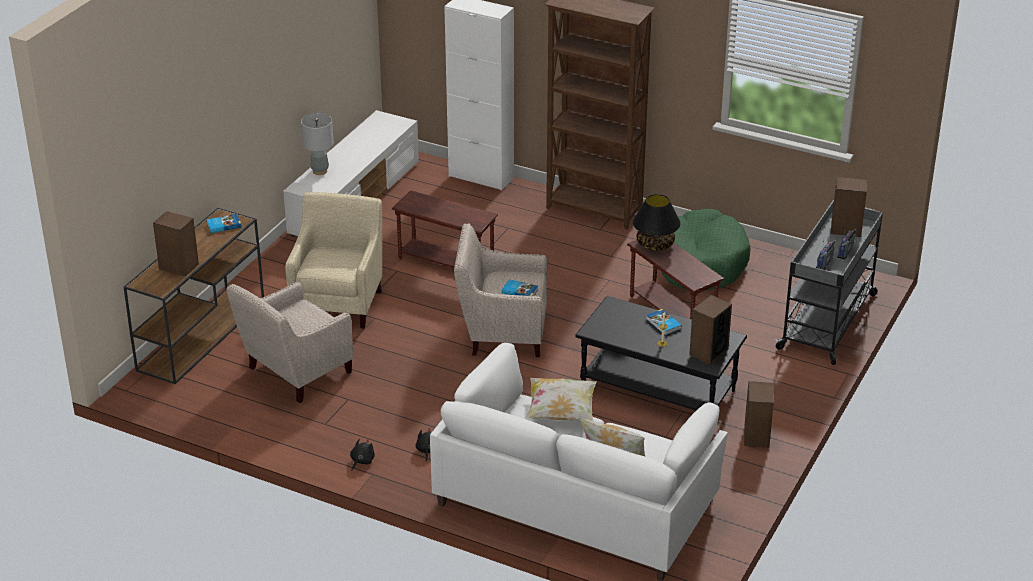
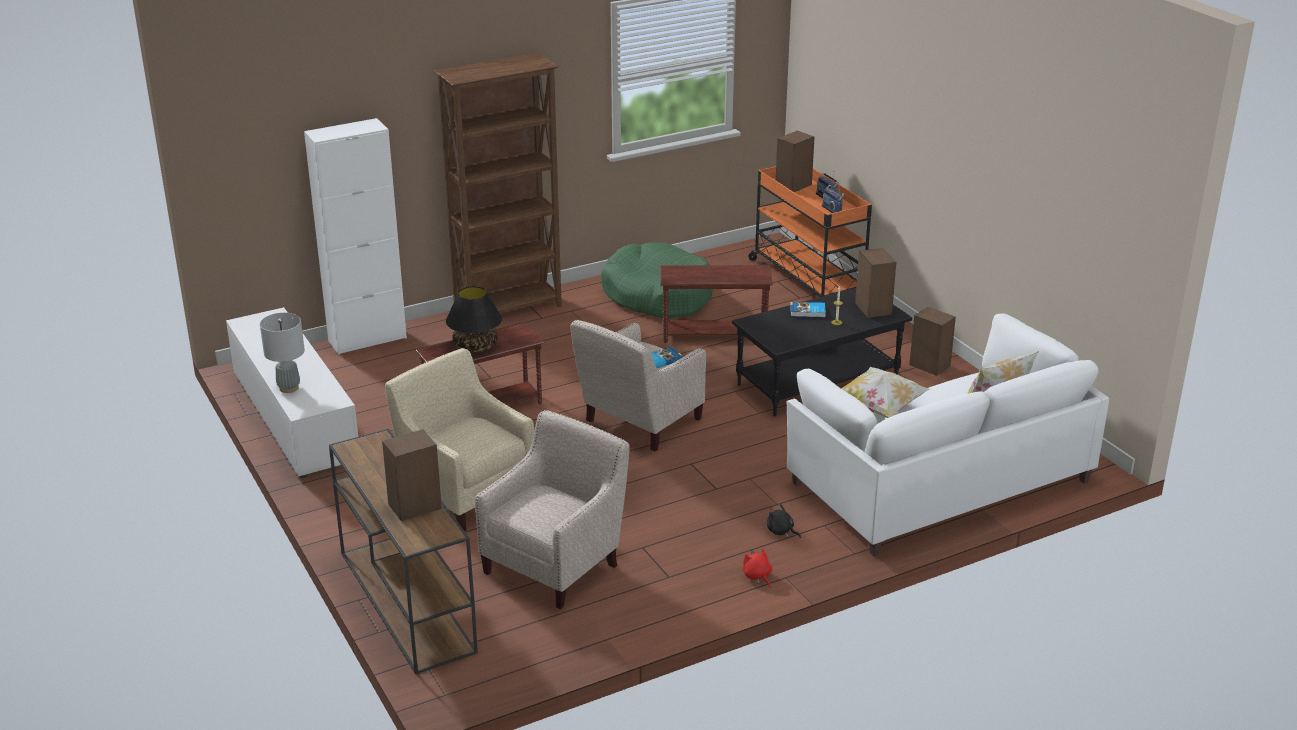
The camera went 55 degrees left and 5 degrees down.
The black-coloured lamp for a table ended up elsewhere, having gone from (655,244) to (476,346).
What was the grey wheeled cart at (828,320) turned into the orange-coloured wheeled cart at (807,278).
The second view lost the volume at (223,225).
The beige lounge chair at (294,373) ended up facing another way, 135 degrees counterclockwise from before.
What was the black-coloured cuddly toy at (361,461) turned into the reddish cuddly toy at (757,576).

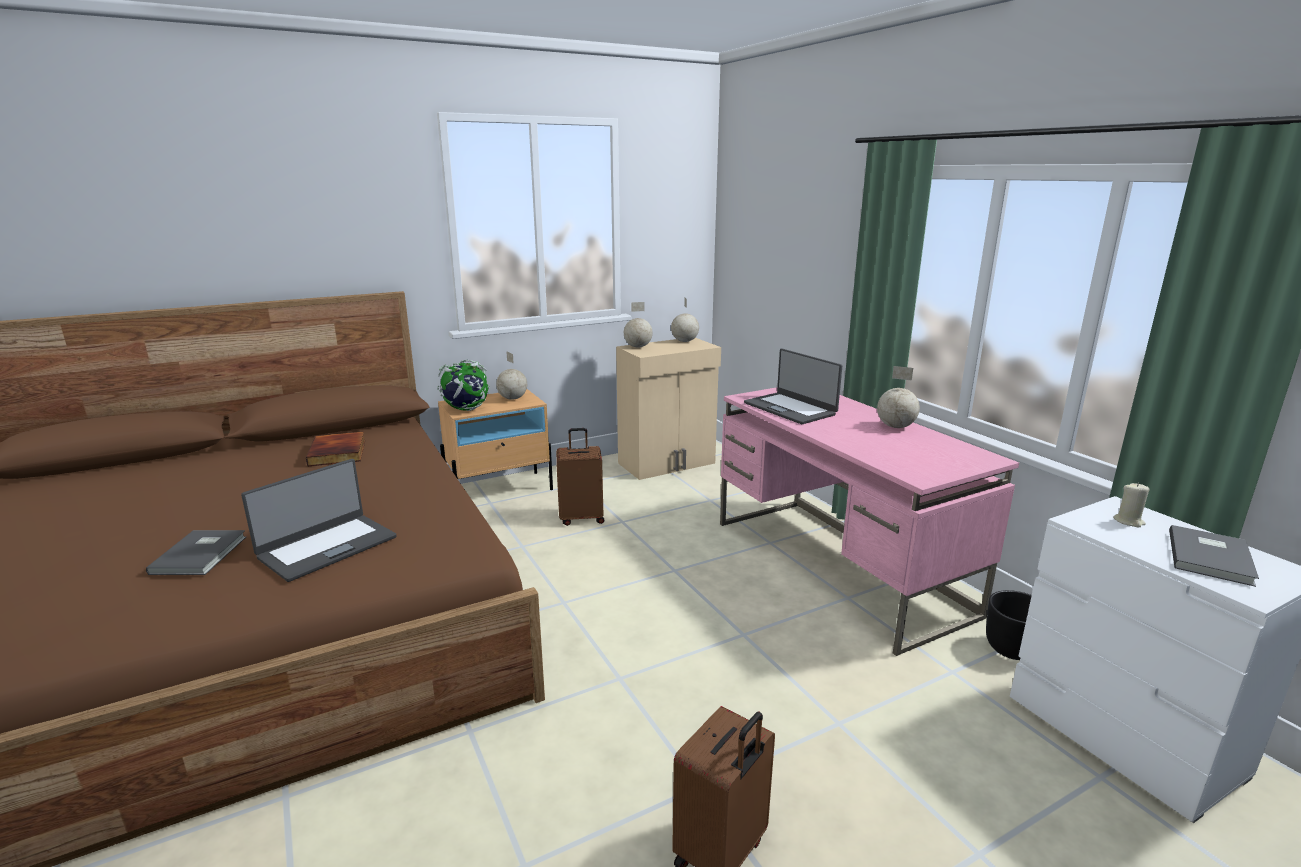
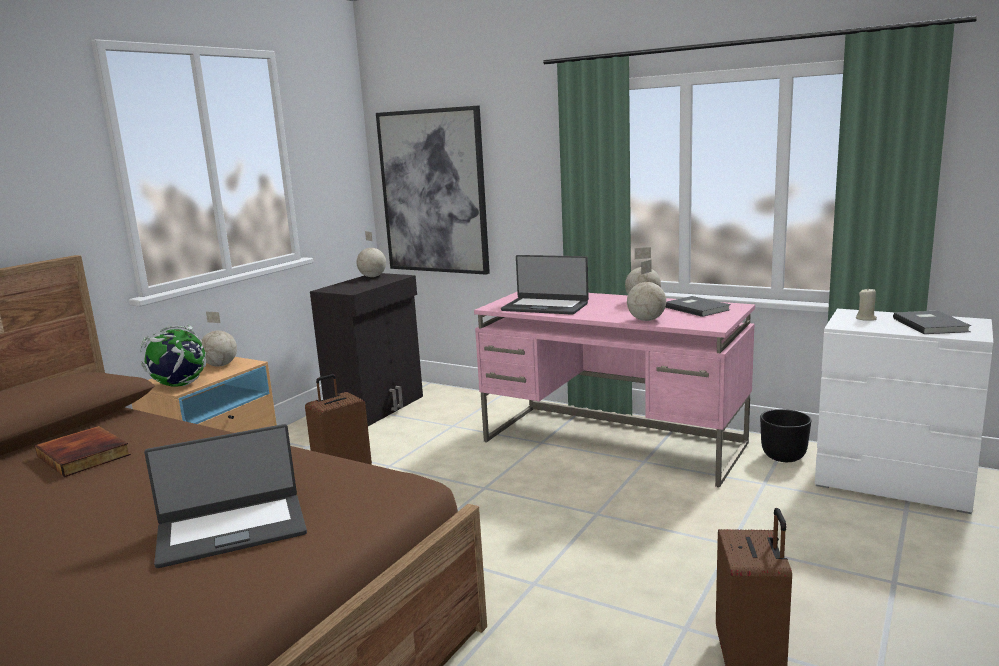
The camera went 30 degrees left and 5 degrees down.
The globe ended up elsewhere, having gone from (638,347) to (647,320).
What was the beige cupboard at (668,463) turned into the black-coloured cupboard at (377,408).
The notebook computer at (327,547) ended up facing another way, 60 degrees clockwise from before.
The grey volume ended up elsewhere, having gone from (202,554) to (697,308).
The second view gained the picture at (433,192).

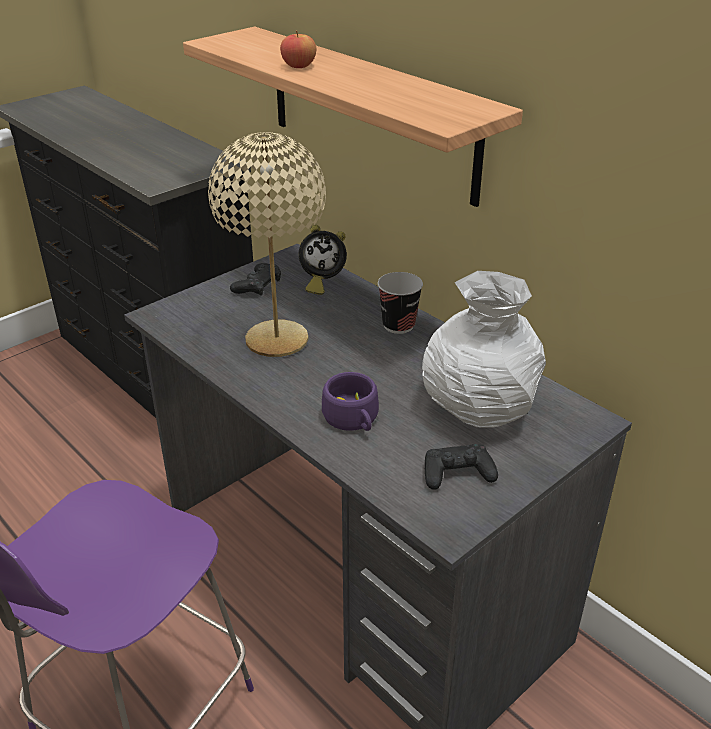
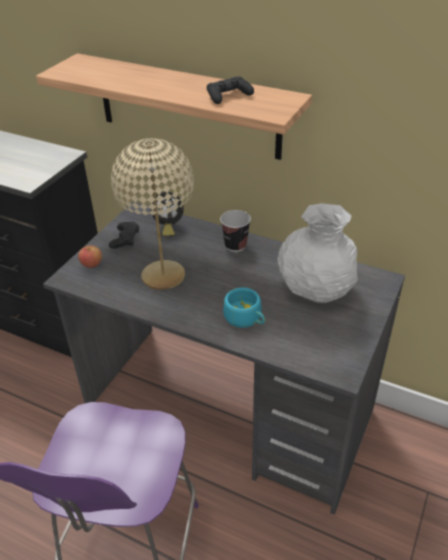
The camera went 20 degrees left and 5 degrees up.
The apple ended up elsewhere, having gone from (299,66) to (92,264).
What was the purplish cup at (353,420) turned into the blue-green cup at (246,318).
The black-coloured game controller ended up elsewhere, having gone from (457,473) to (228,96).

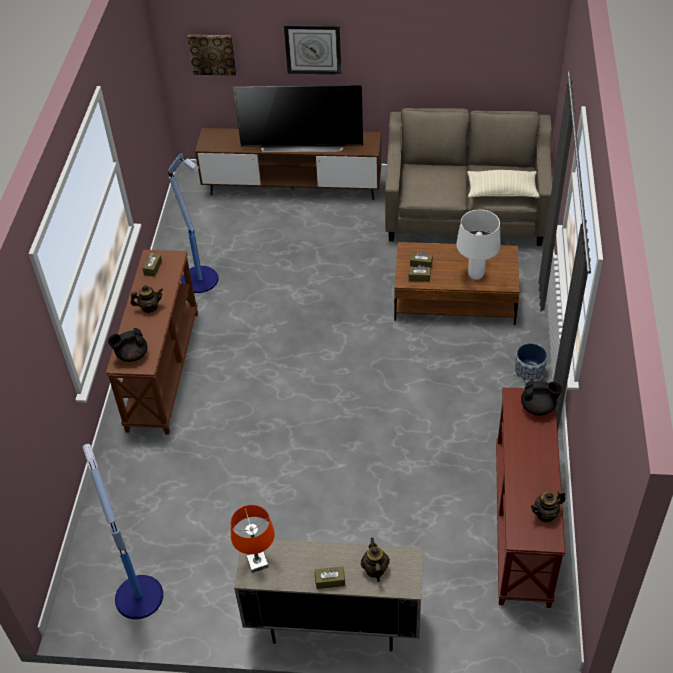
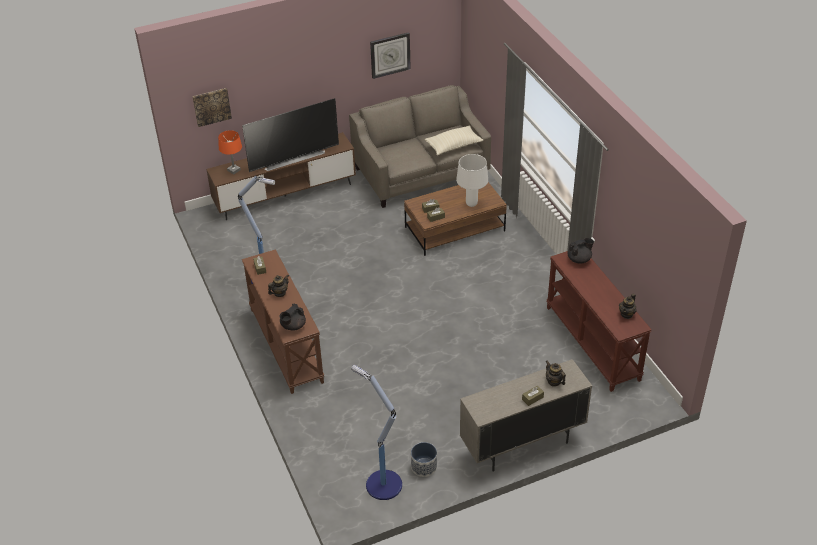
The camera went 30 degrees left and 5 degrees down.
The hanging clock ended up elsewhere, having gone from (313,48) to (390,55).
The planter ended up elsewhere, having gone from (529,372) to (424,467).
The orange-coloured lamp for a table ended up elsewhere, having gone from (257,563) to (234,170).

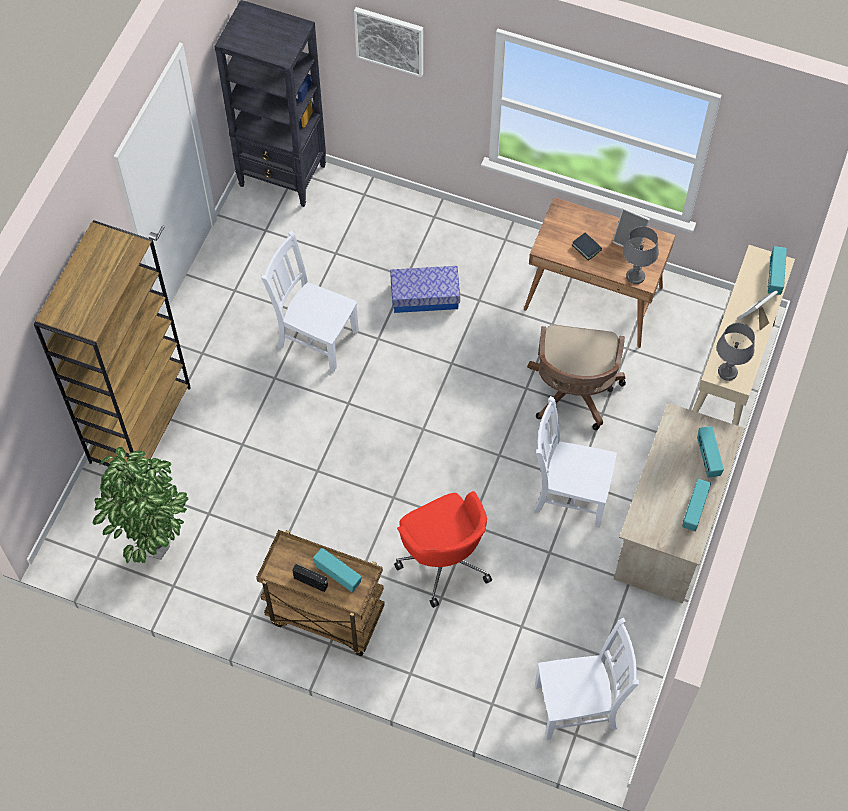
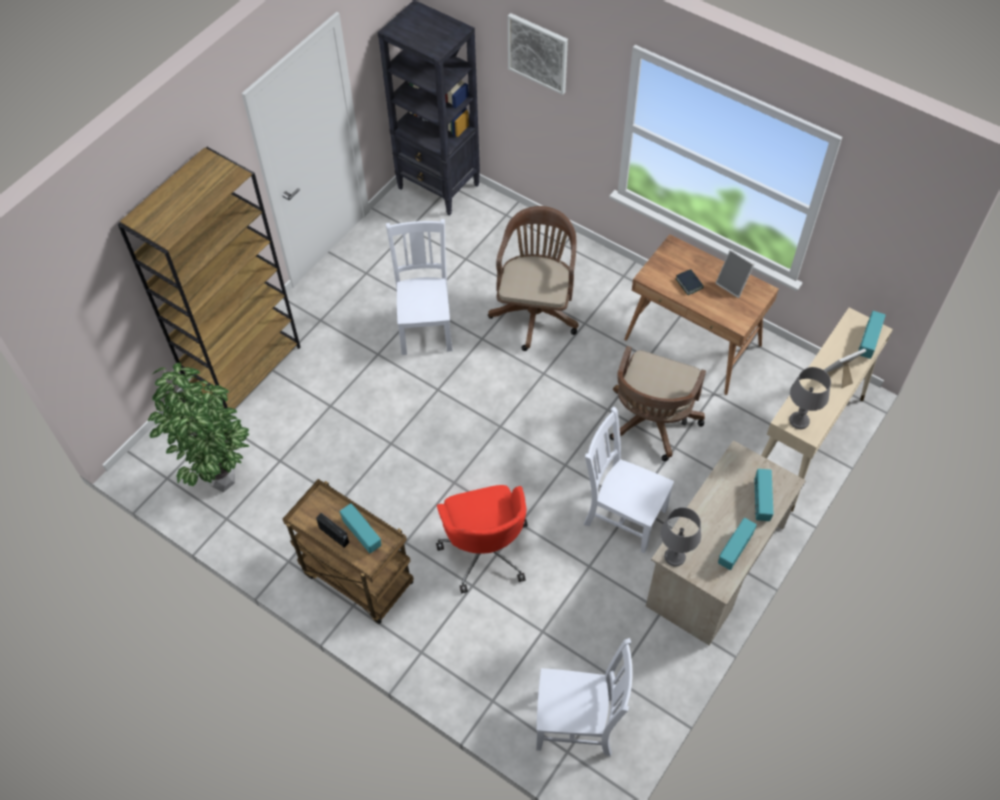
The camera went 15 degrees right and 5 degrees down.
The grey lamp for a table ended up elsewhere, having gone from (635,276) to (675,557).
The whitish upright chair at (315,337) ended up facing another way, 45 degrees clockwise from before.
Where the storage bin stood at (425,296), the brown computer chair came to stand at (536,310).

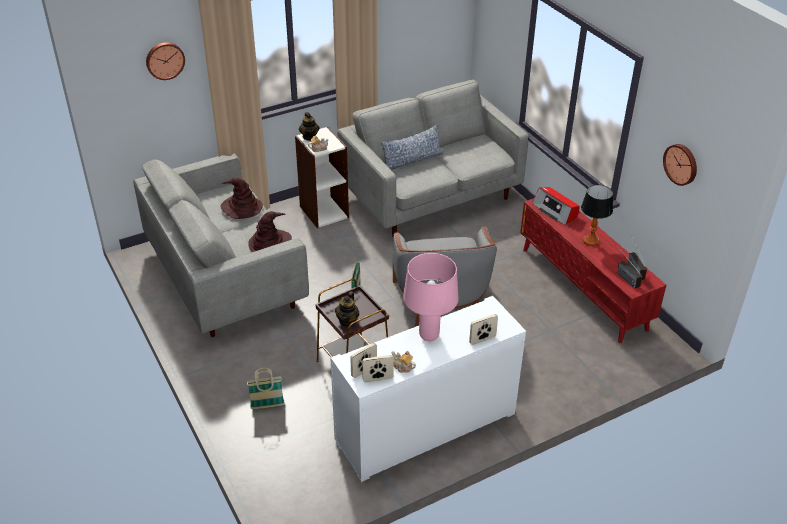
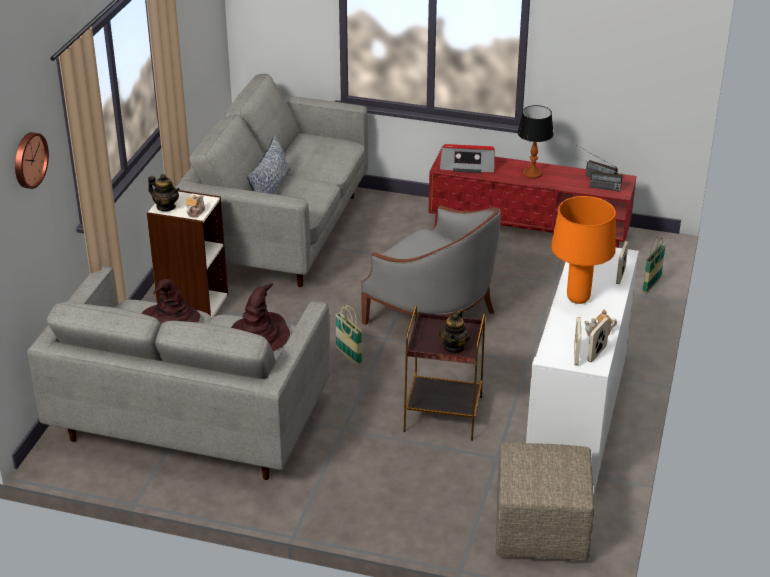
The camera went 45 degrees left and 5 degrees down.
The second view lost the hanging clock at (681,164).
What was the pinkish lamp for a table at (429,335) turned into the orange-coloured lamp for a table at (577,298).
The teapot at (347,321) ended up facing another way, 45 degrees clockwise from before.
The household basket ended up elsewhere, having gone from (267,406) to (651,285).
The second view gained the beige pouffe at (541,531).

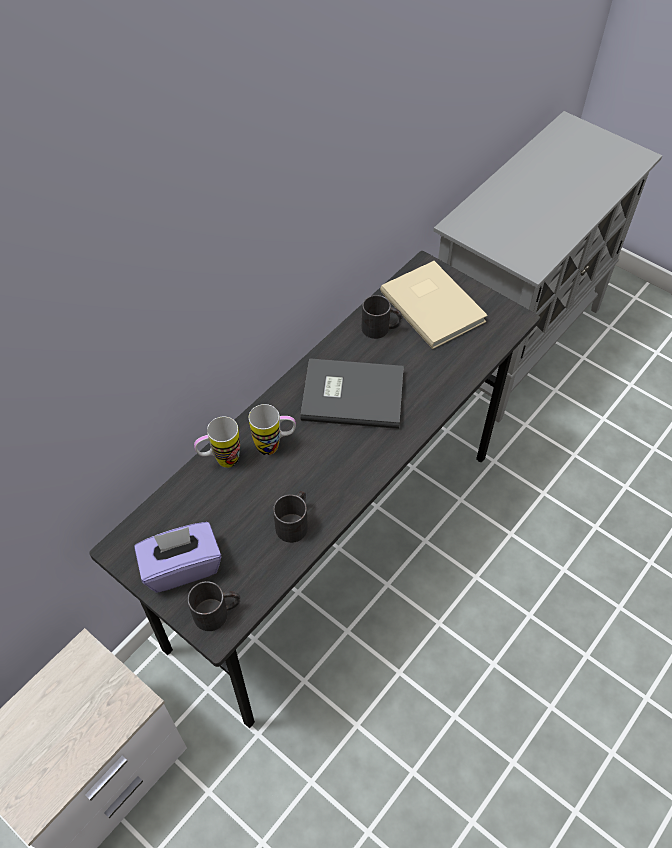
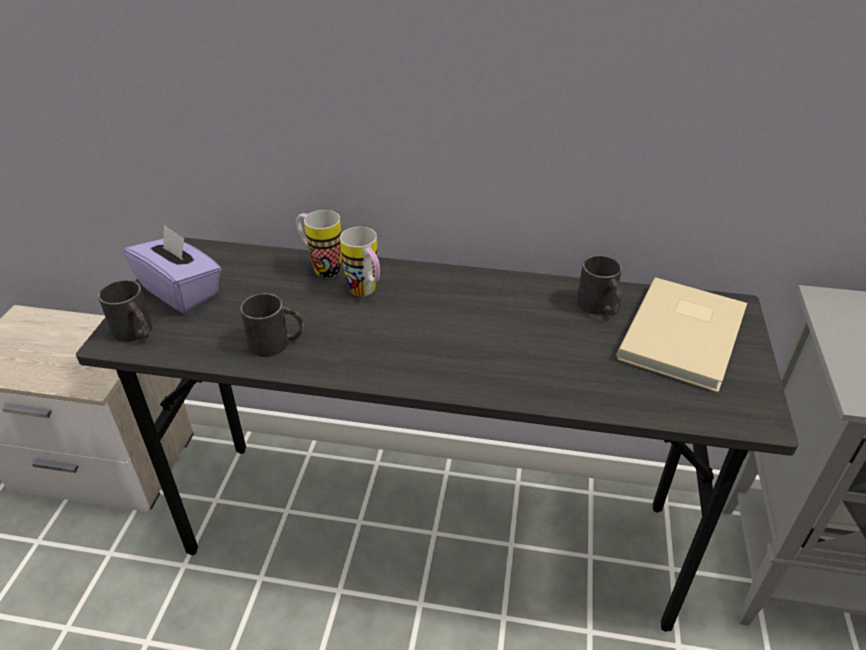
The camera went 60 degrees right and 15 degrees down.
The second view lost the grey volume at (351,394).

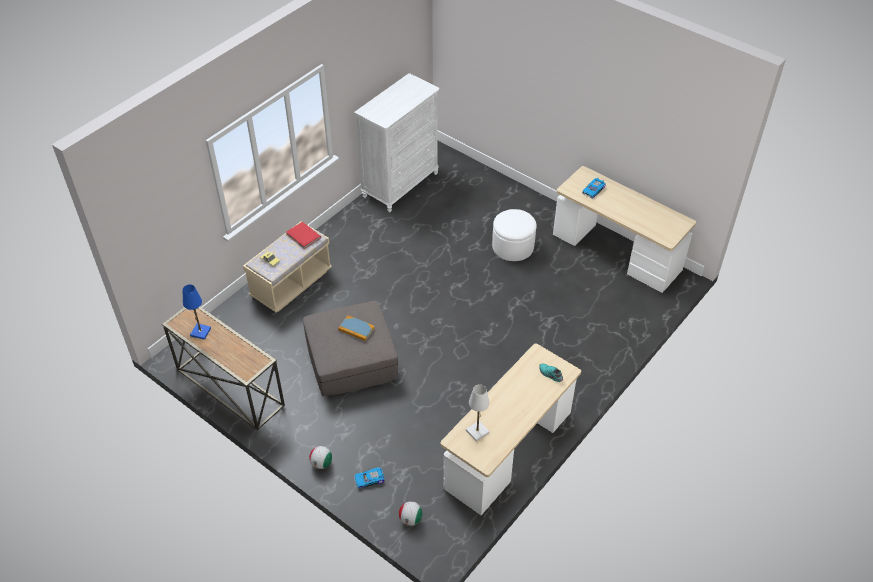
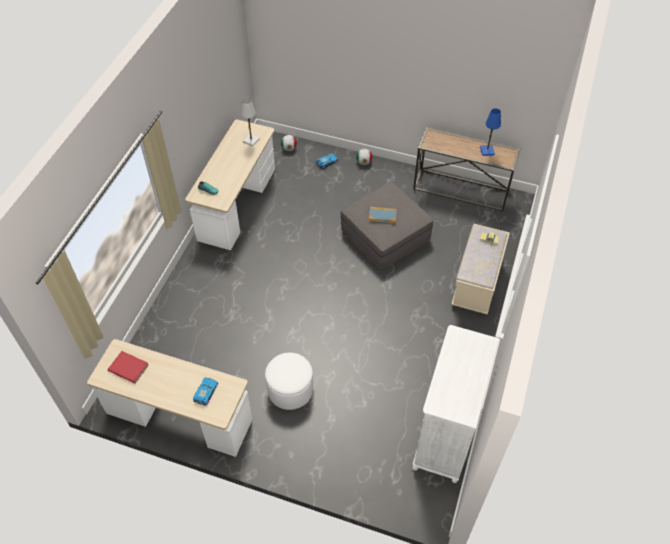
The camera went 160 degrees right and 5 degrees up.
The reddish volume ended up elsewhere, having gone from (303,236) to (129,367).

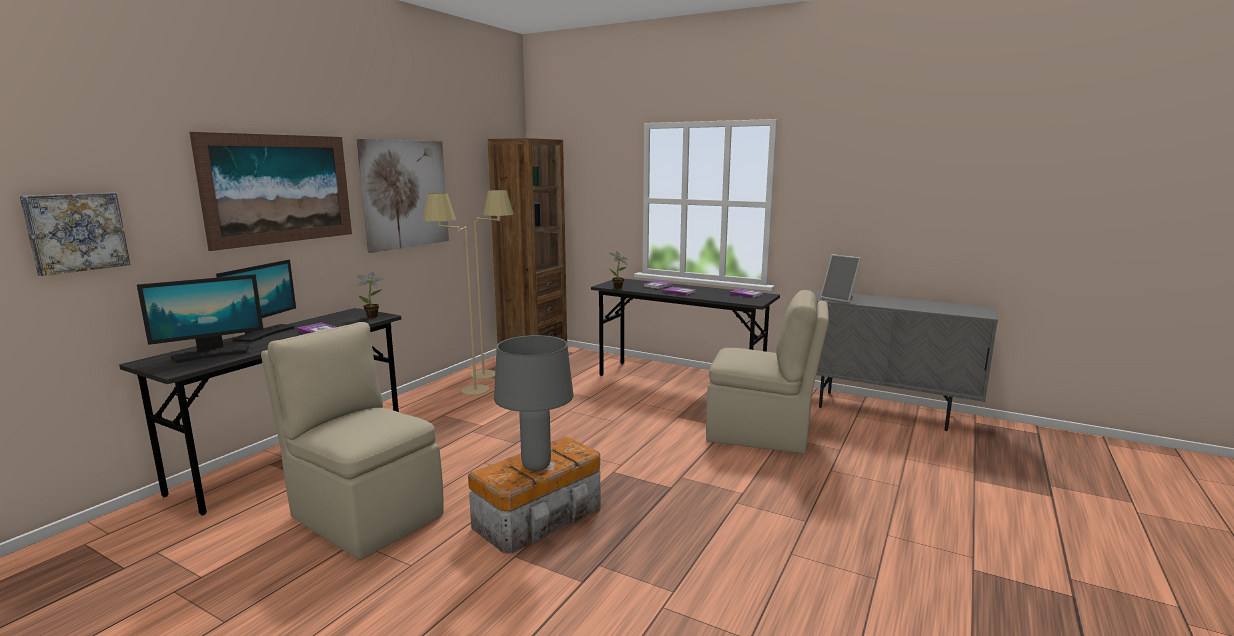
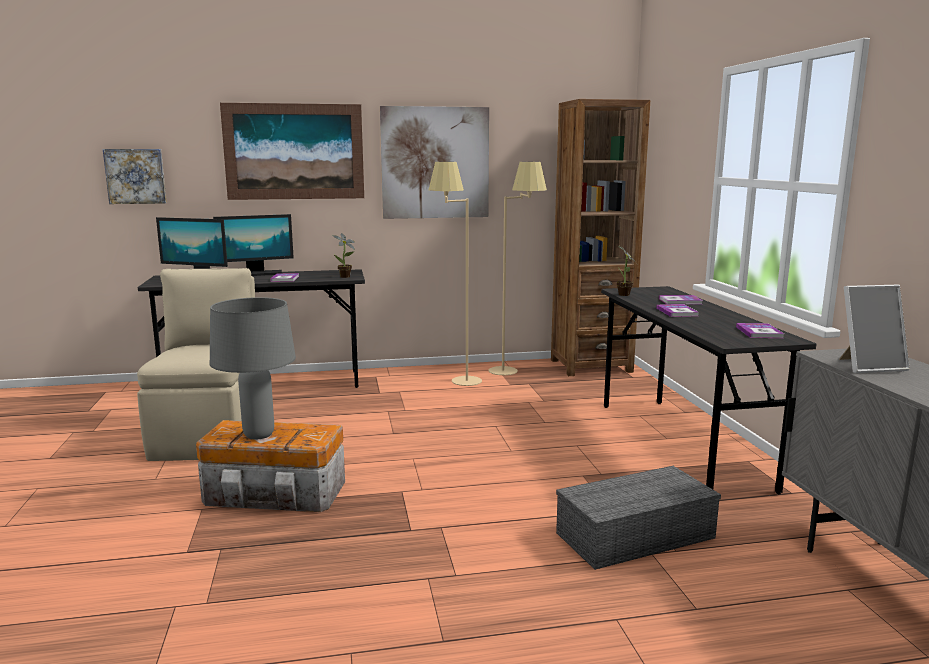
The camera went 50 degrees right and 0 degrees up.
The picture frame at (840,299) ended up facing another way, 105 degrees counterclockwise from before.
Where the beige upright chair stood at (761,434), the grey storage bin came to stand at (634,536).

